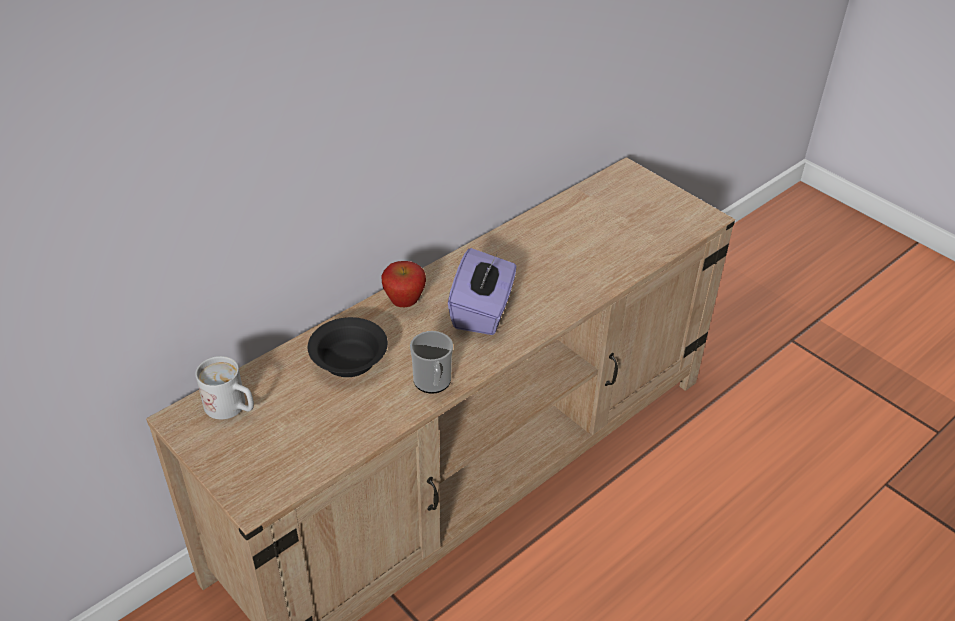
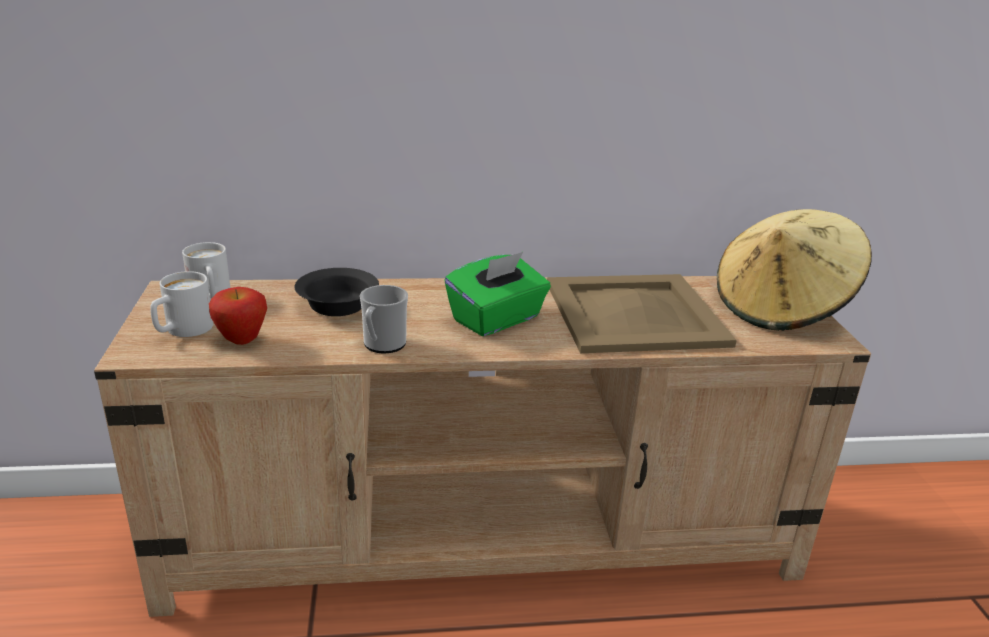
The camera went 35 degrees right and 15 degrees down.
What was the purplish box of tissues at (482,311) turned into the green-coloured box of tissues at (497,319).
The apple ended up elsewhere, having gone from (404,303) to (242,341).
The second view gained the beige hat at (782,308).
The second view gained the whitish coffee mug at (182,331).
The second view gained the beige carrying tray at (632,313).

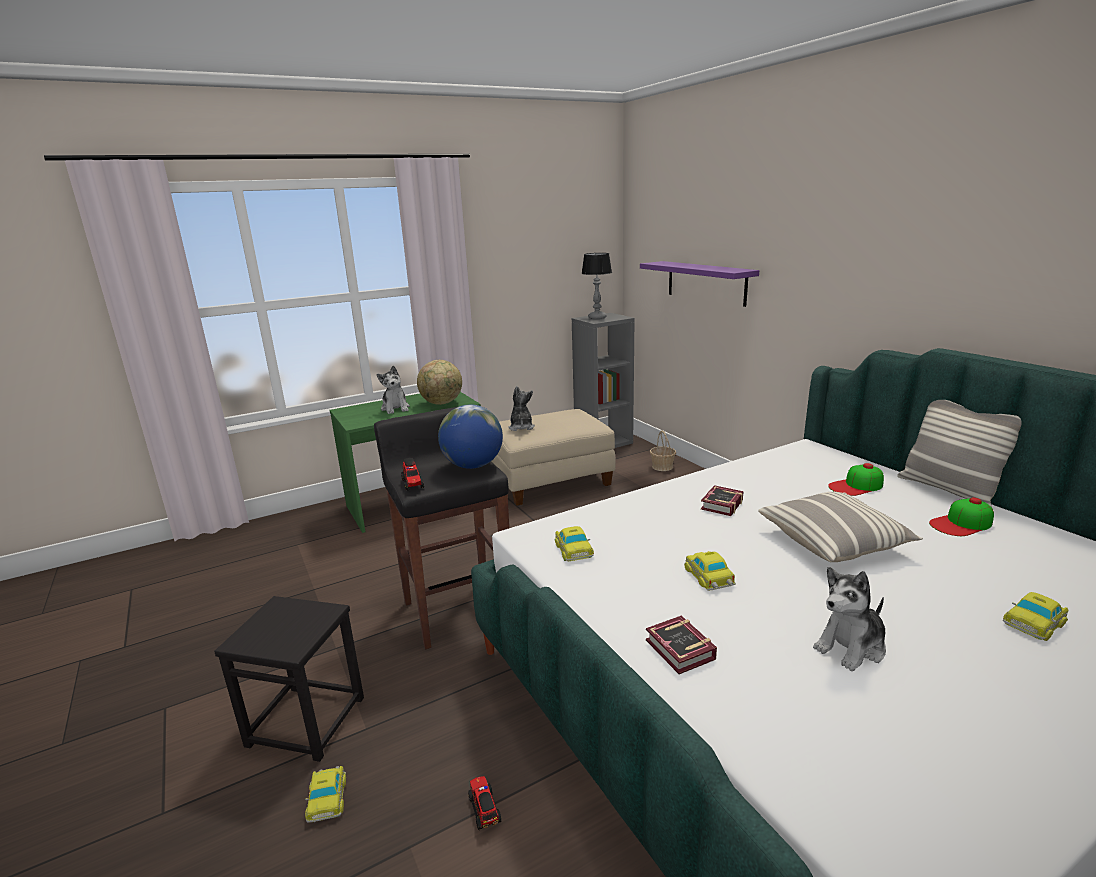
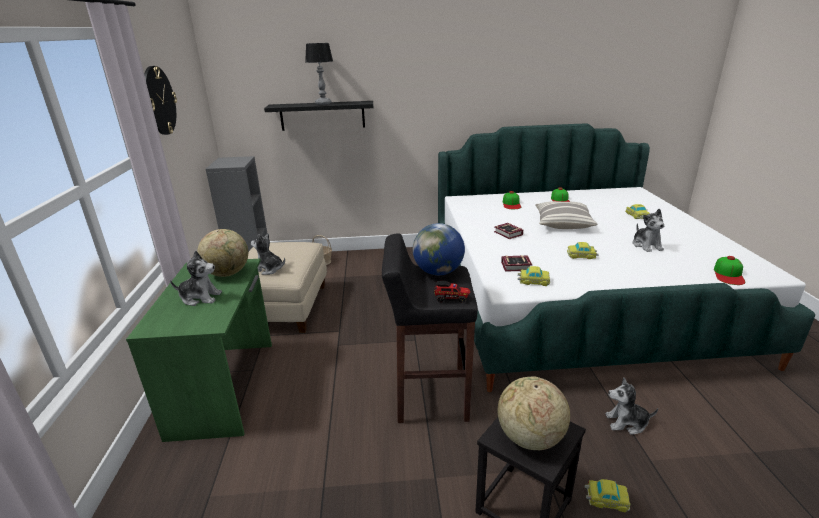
The camera went 65 degrees left and 5 degrees up.
The lamp for a table ended up elsewhere, having gone from (597,318) to (323,103).
What was the purplish wall shelf at (706,282) turned into the black-coloured wall shelf at (322,115).
The second view lost the throw pillow at (948,490).
The volume ended up elsewhere, having gone from (680,652) to (517,266).
Where the toy truck stood at (484,809), the cuddly toy came to stand at (626,423).
The second view gained the hanging clock at (159,101).
The second view gained the baseball cap at (729,275).
The second view gained the globe at (529,438).

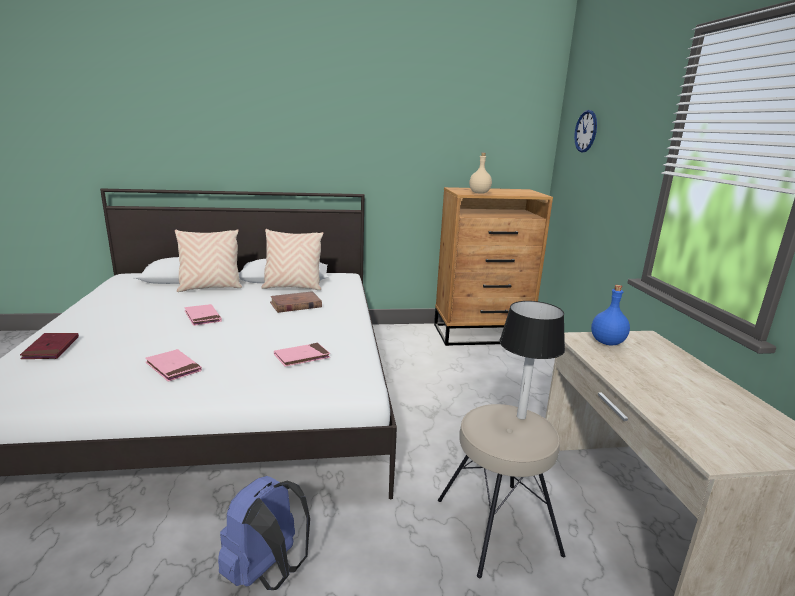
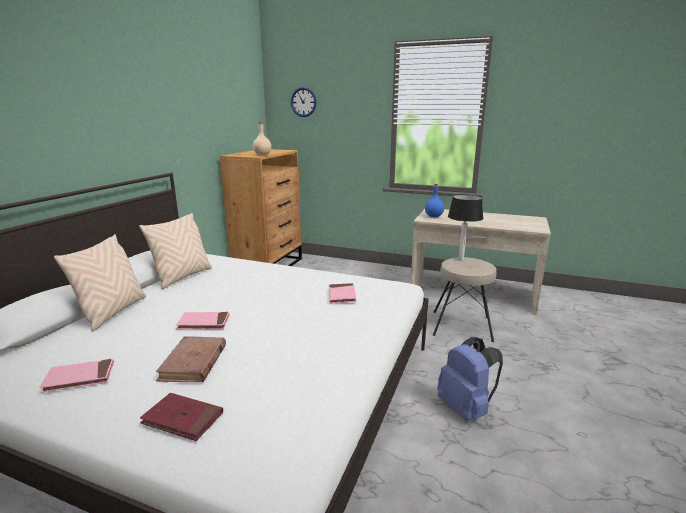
The camera went 60 degrees left and 0 degrees up.
The brown volume ended up elsewhere, having gone from (295,305) to (193,362).
The pinkish volume ended up elsewhere, having gone from (173,367) to (79,378).

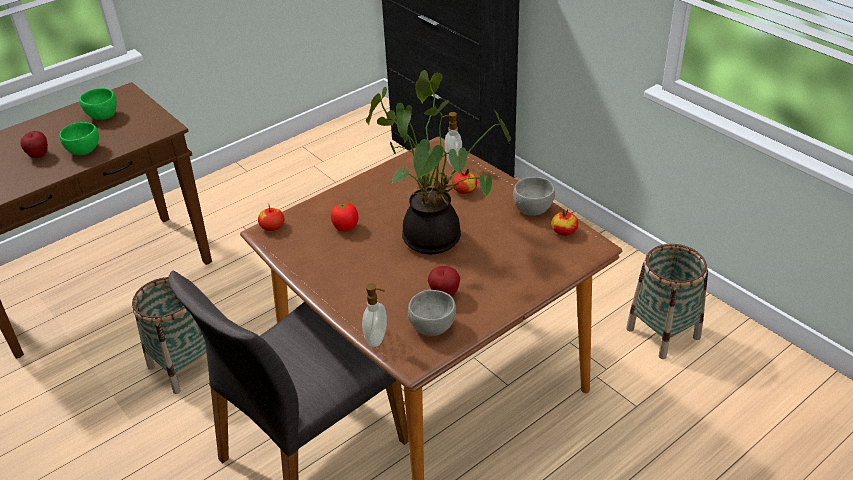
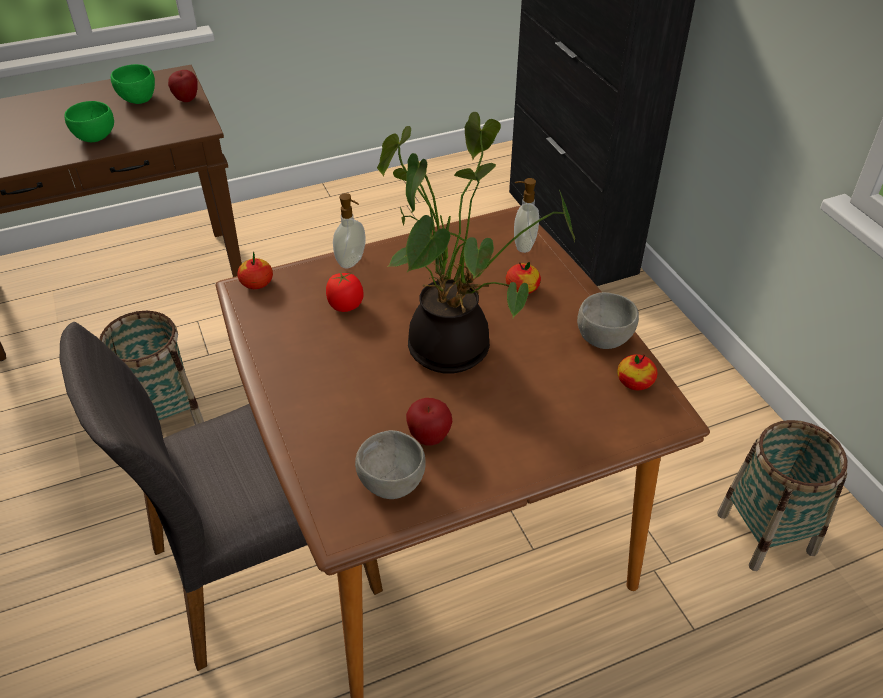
The camera went 15 degrees right and 5 degrees up.
The apple ended up elsewhere, having gone from (39,155) to (186,99).
The soap bottle ended up elsewhere, having gone from (377,338) to (352,261).

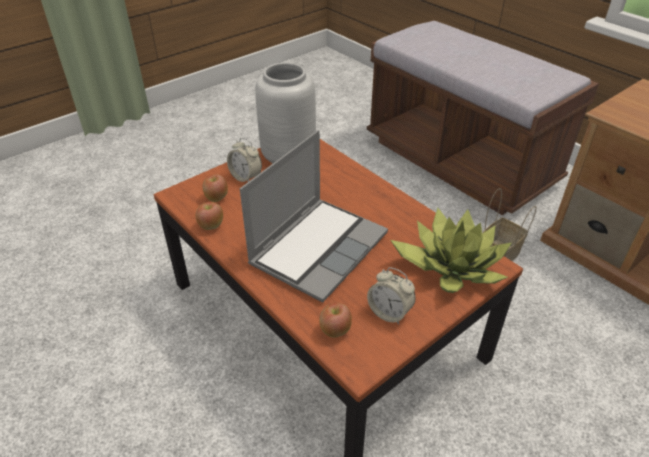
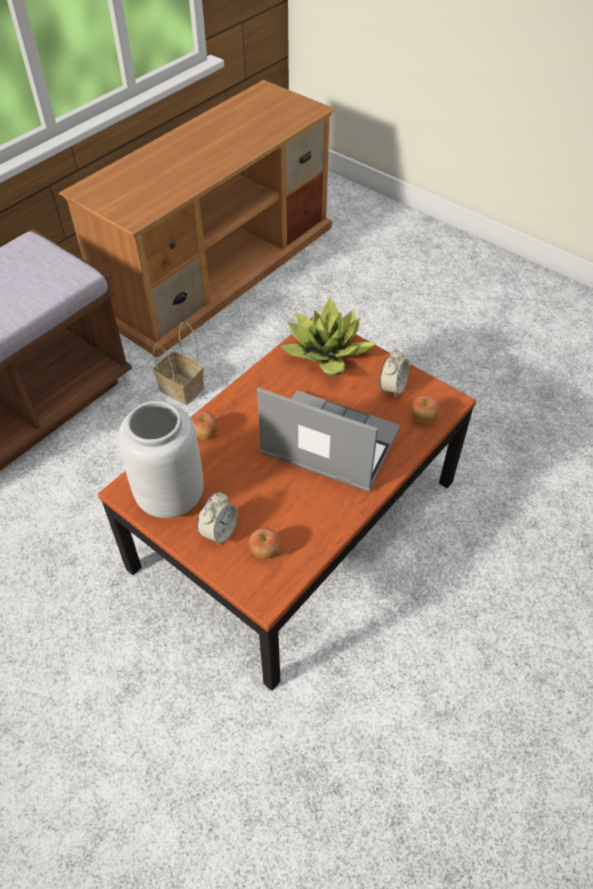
The camera went 100 degrees left and 10 degrees up.
The apple ended up elsewhere, having gone from (211,226) to (205,435).

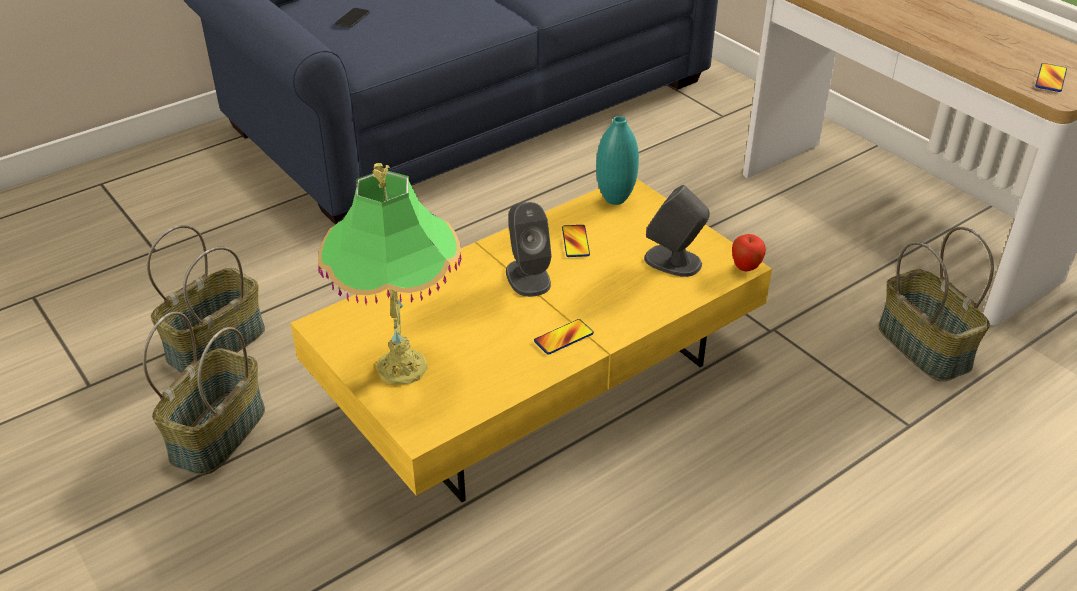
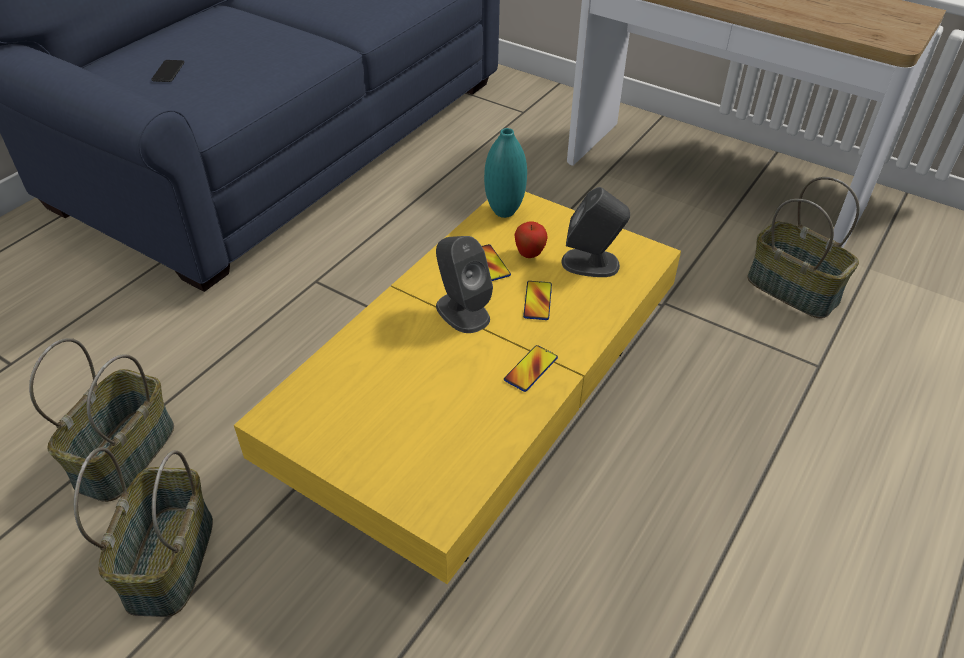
The camera went 20 degrees left and 5 degrees up.
The handset ended up elsewhere, having gone from (1050,78) to (537,301).
The second view lost the lamp for a table at (401,367).
The apple ended up elsewhere, having gone from (745,268) to (529,254).

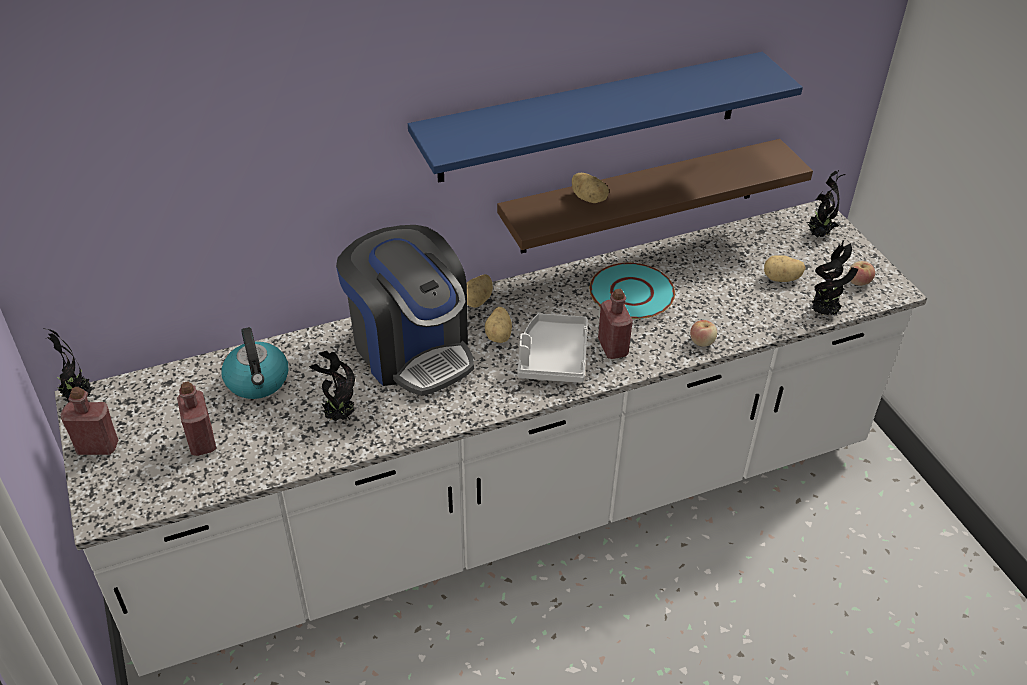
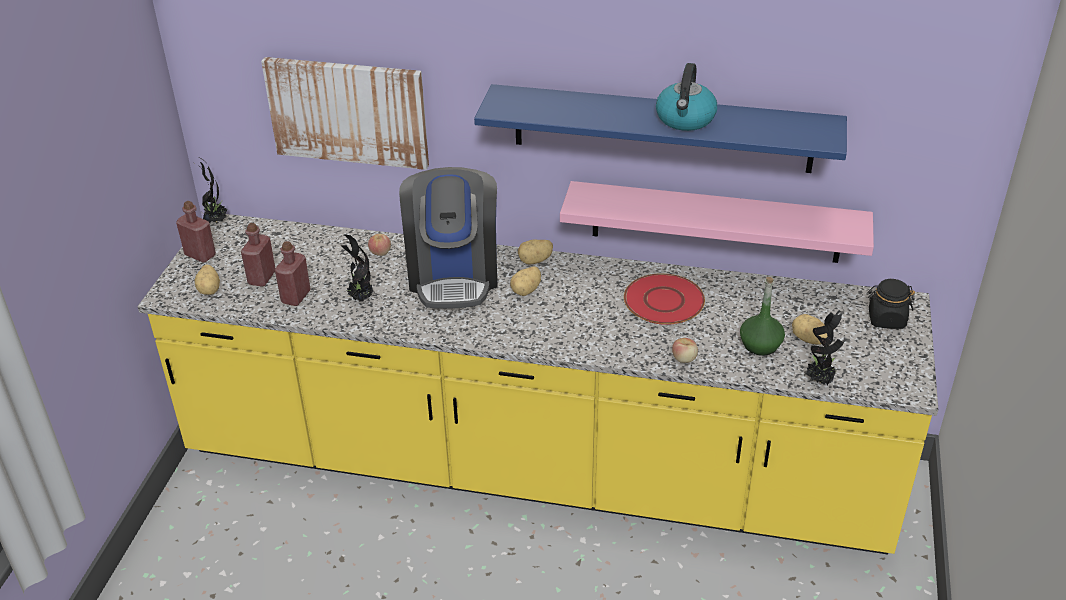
The camera went 35 degrees right and 5 degrees down.
What was the brown wall shelf at (641,197) turned into the pinkish wall shelf at (715,222).
Where the houseplant stood at (818,235), the black-coloured storage jar came to stand at (886,319).
The potato ended up elsewhere, having gone from (589,198) to (210,289).
What was the whitish kitchen counter at (510,508) turned into the yellow kitchen counter at (535,467).
The apple ended up elsewhere, having gone from (858,282) to (380,252).
What was the blue-green dinner plate at (632,292) turned into the reddish dinner plate at (664,301).
The reddish beverage bottle ended up elsewhere, having gone from (612,347) to (296,297).
The second view lost the grey carrying tray at (552,357).
The tea kettle ended up elsewhere, having gone from (258,381) to (685,119).
The second view gained the picture at (348,111).
The second view gained the green-coloured beverage bottle at (760,345).

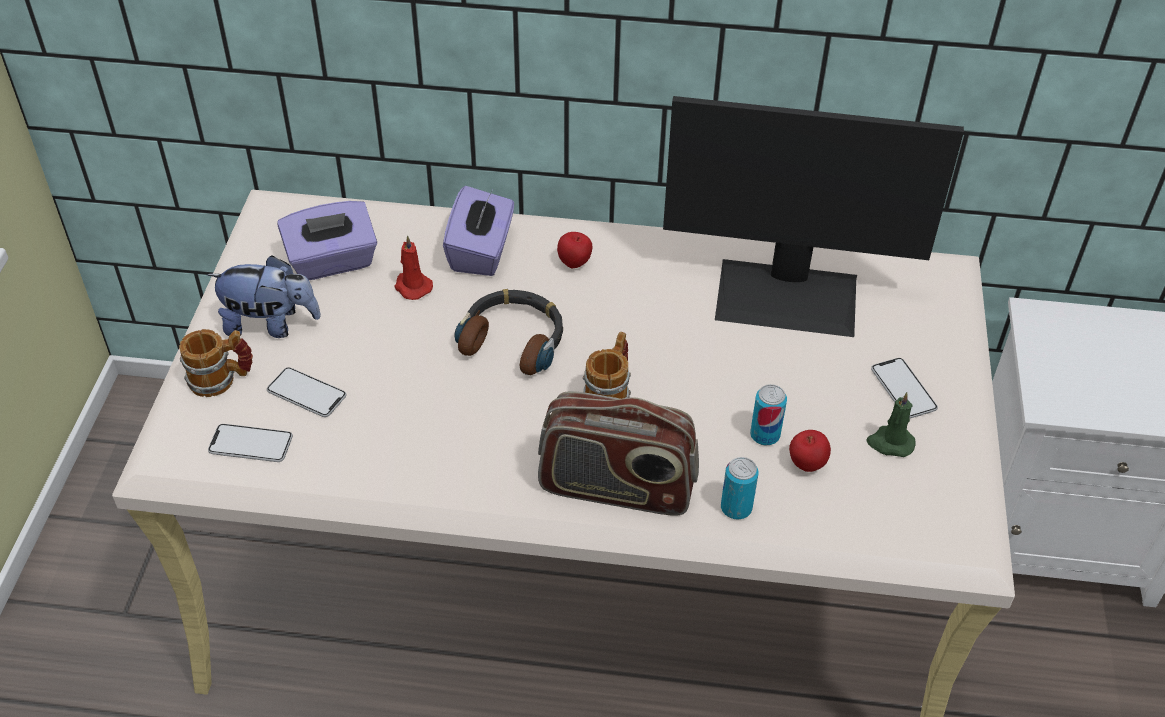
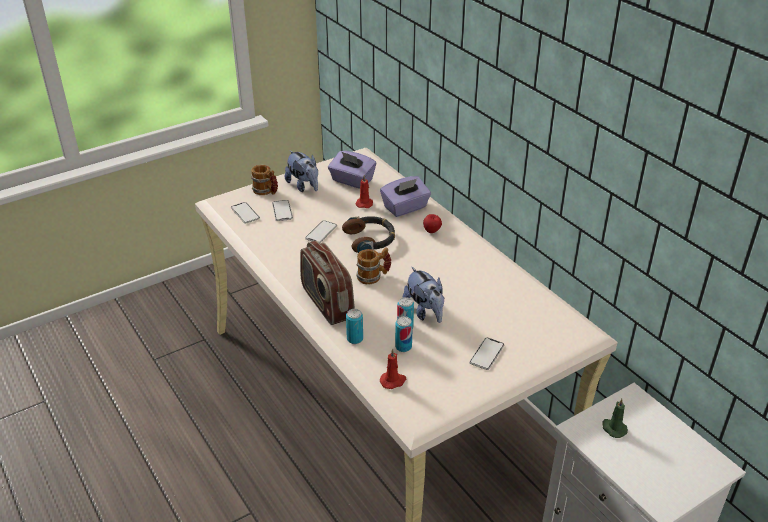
The camera went 50 degrees right and 10 degrees down.
The second view lost the computer screen at (788,296).
The green-coloured candle ended up elsewhere, having gone from (890,443) to (613,428).
Where the apple stood at (806,464), the metal can came to stand at (403,347).
The second view gained the handset at (321,232).
The second view gained the cuddly toy at (425,311).
The second view gained the reddish candle at (393,381).

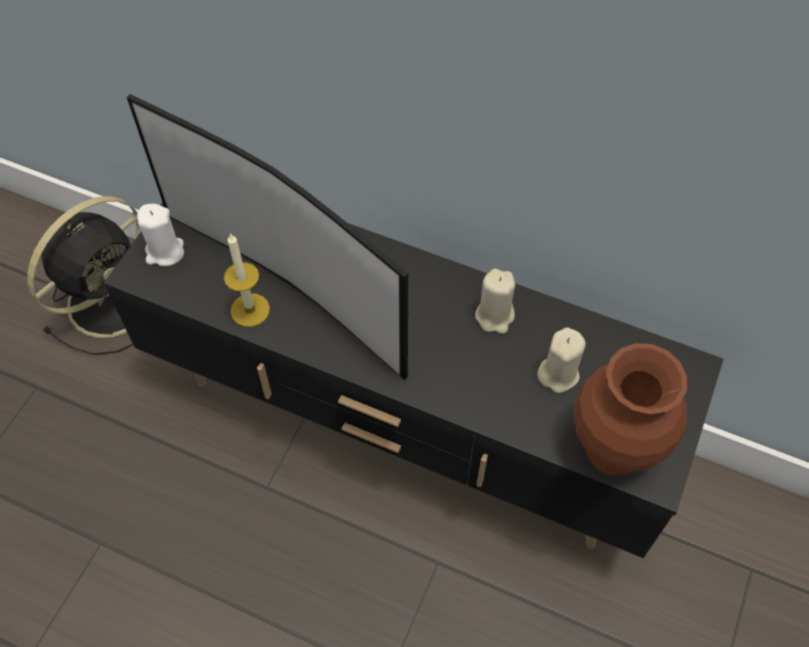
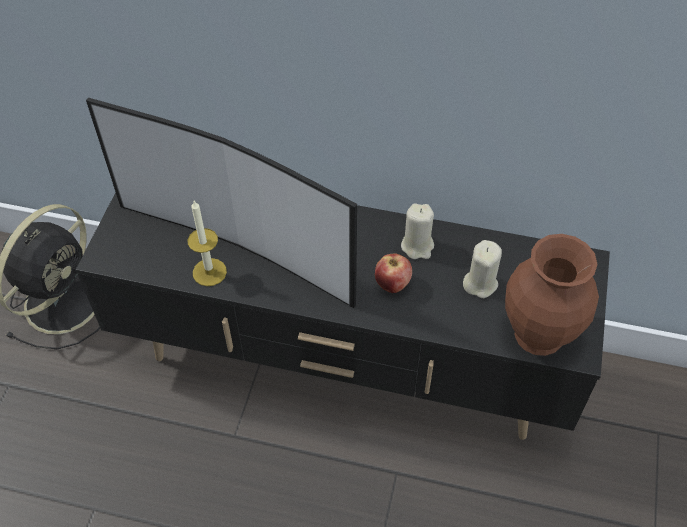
The camera went 10 degrees left and 5 degrees down.
The second view lost the whitish candle at (165,252).
The second view gained the apple at (392,284).

